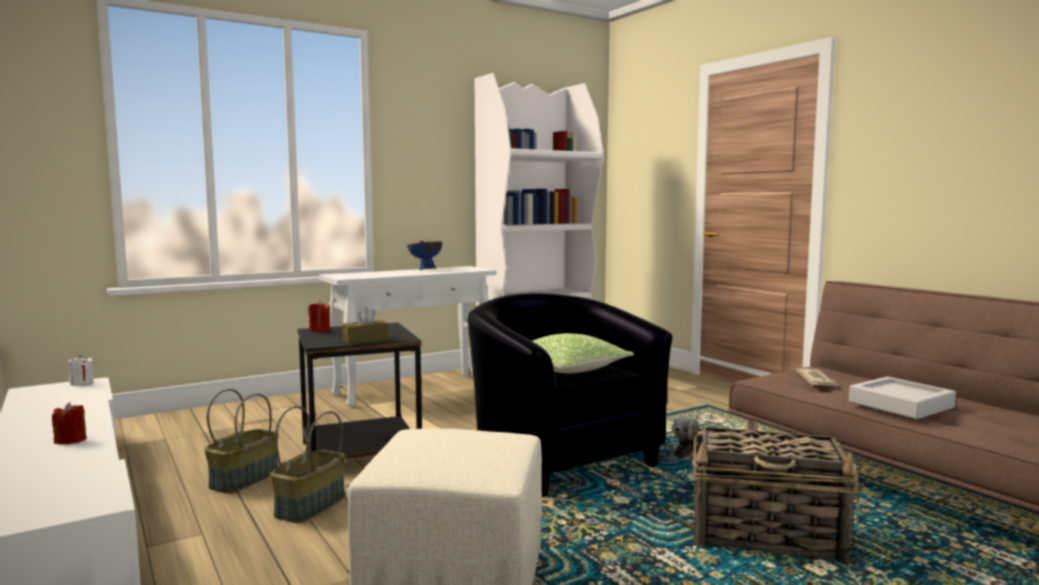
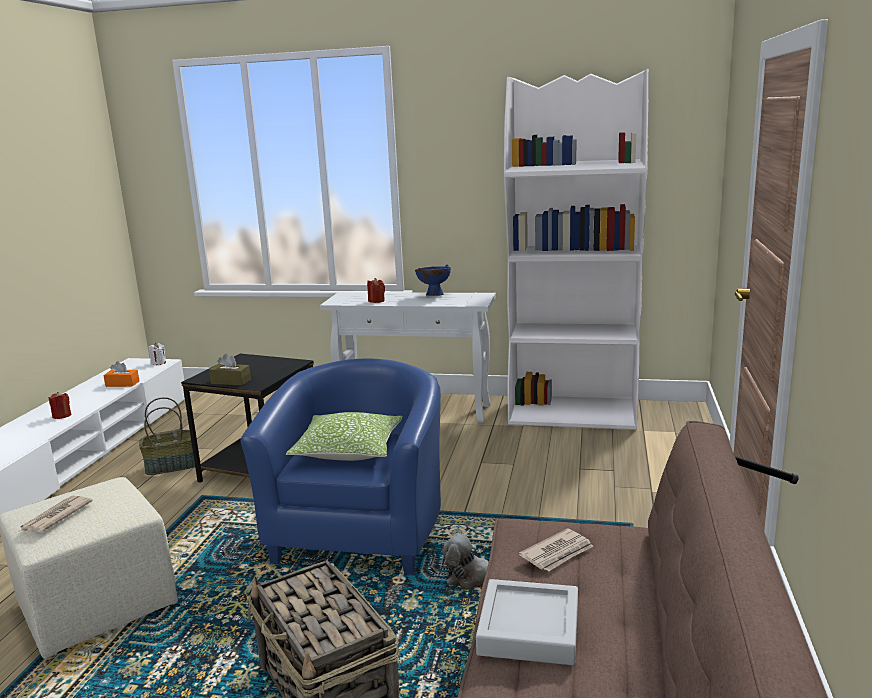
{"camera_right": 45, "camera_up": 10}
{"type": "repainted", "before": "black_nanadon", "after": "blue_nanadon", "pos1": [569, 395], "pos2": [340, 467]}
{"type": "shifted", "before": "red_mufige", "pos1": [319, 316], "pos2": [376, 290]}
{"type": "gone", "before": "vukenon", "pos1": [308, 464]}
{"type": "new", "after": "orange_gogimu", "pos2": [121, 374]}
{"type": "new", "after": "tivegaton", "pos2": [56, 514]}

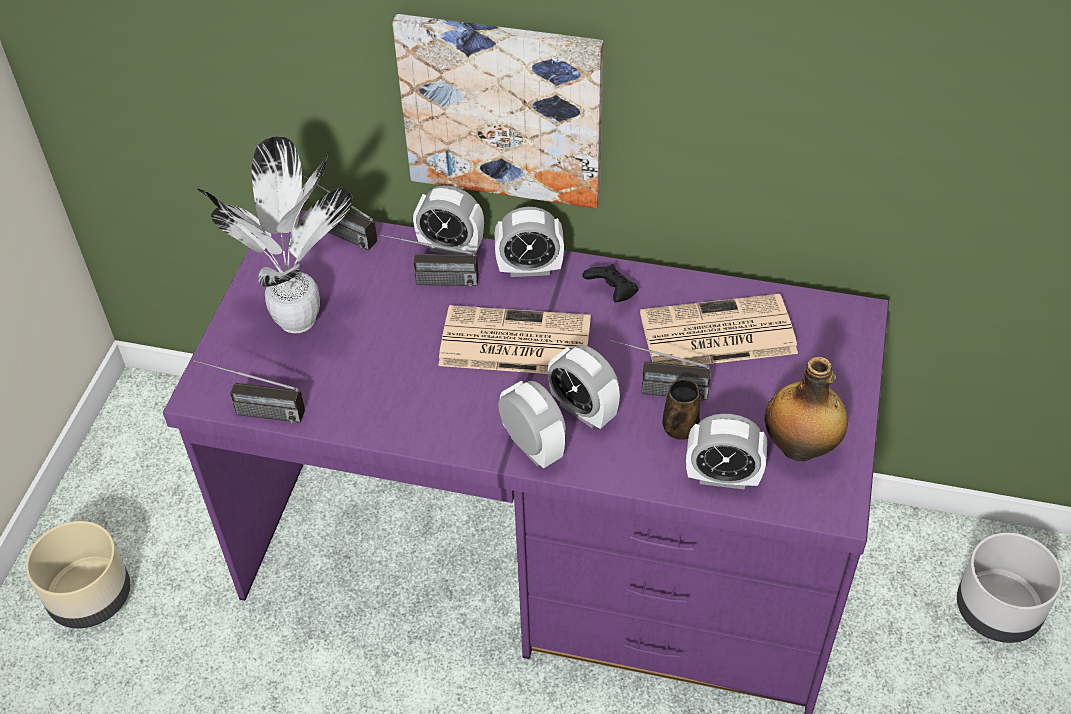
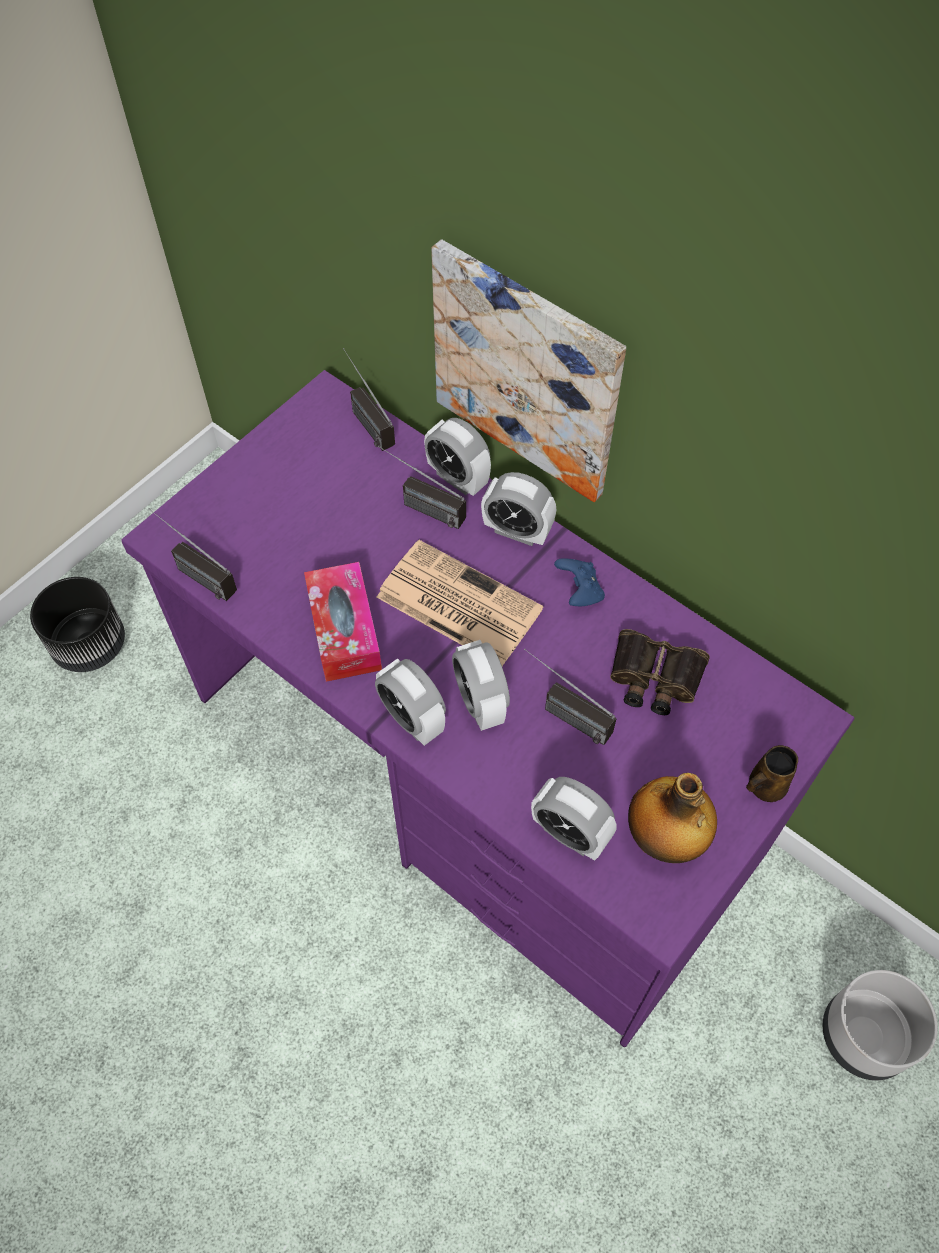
{"camera_right": 25, "camera_up": 10}
{"type": "gone", "before": "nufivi", "pos1": [275, 235]}
{"type": "repainted", "before": "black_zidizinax", "after": "blue_zidizinax", "pos1": [611, 283], "pos2": [579, 582]}
{"type": "swapped", "before": "tivegaton", "after": "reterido", "pos1": [719, 330], "pos2": [660, 672]}
{"type": "shifted", "before": "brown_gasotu", "pos1": [681, 409], "pos2": [772, 773]}
{"type": "rotated", "before": "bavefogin", "pos1": [532, 424], "pos2": [410, 702], "turn": 150}
{"type": "repainted", "before": "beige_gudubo", "after": "black_gudubo", "pos1": [78, 575], "pos2": [77, 624]}
{"type": "new", "after": "gogimu", "pos2": [343, 622]}

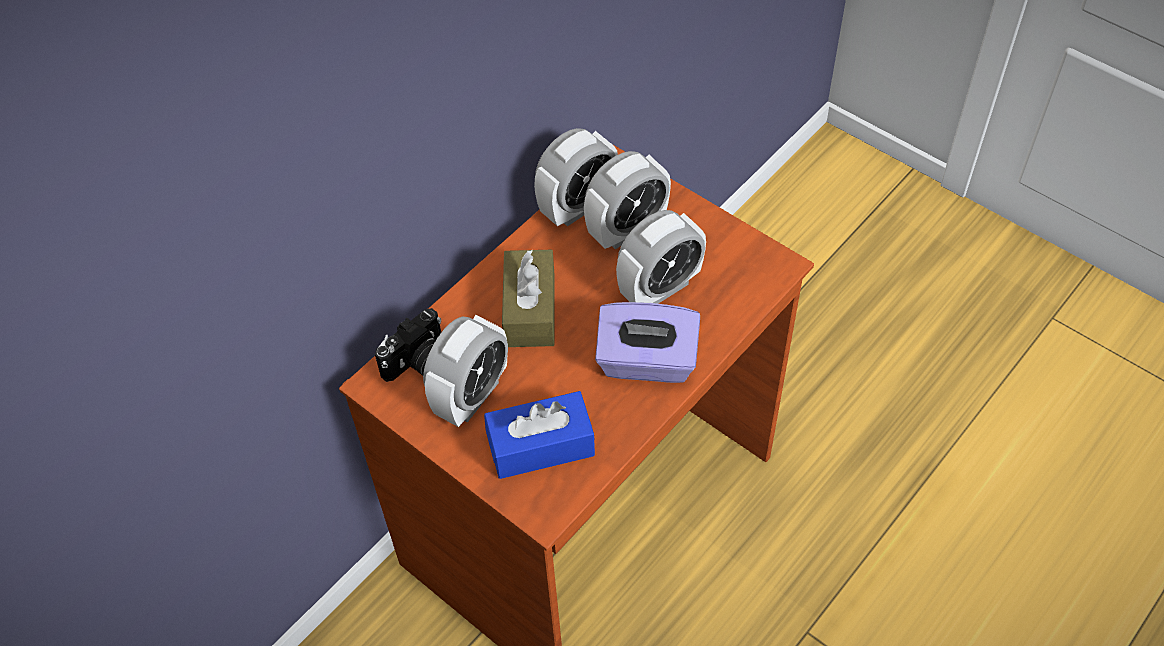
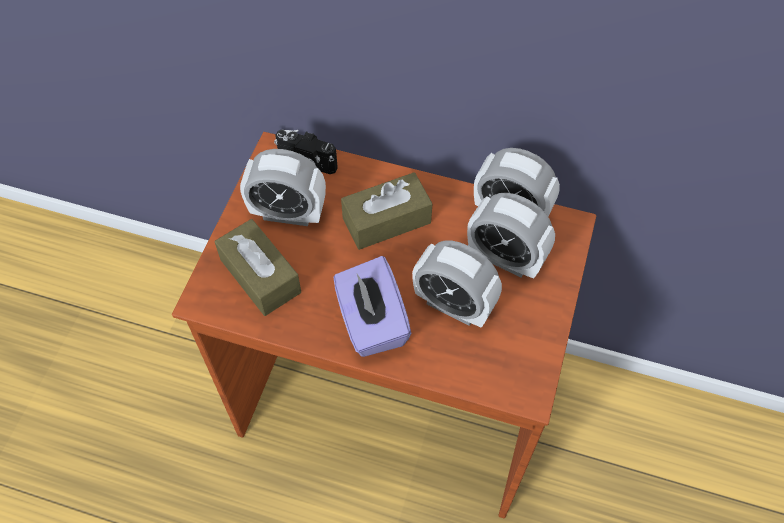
{"camera_right": 65, "camera_up": 5}
{"type": "repainted", "before": "blue_gogimu", "after": "brown_gogimu", "pos1": [539, 435], "pos2": [258, 267]}

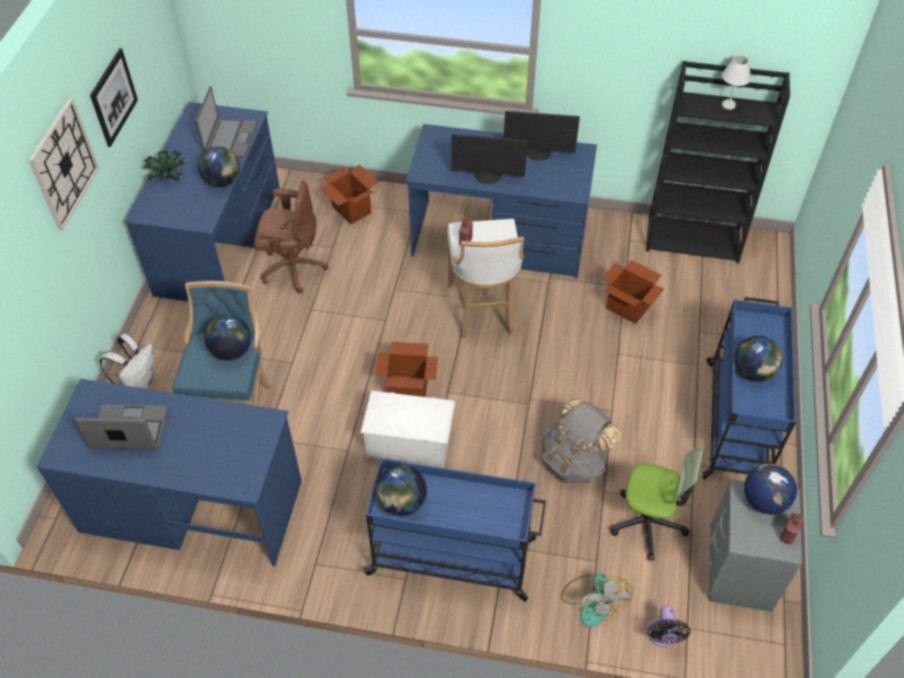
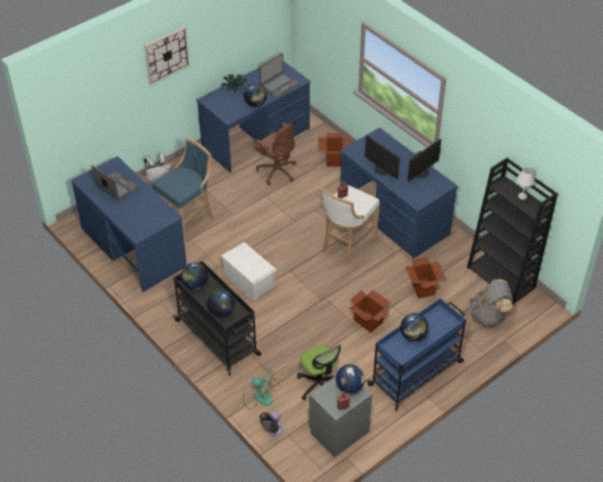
{"camera_right": 40, "camera_up": -5}
{"type": "gone", "before": "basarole", "pos1": [114, 97]}
{"type": "rotated", "before": "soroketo", "pos1": [542, 136], "pos2": [424, 160], "turn": -90}
{"type": "shifted", "before": "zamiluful", "pos1": [228, 338], "pos2": [221, 304]}
{"type": "shifted", "before": "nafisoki", "pos1": [407, 369], "pos2": [369, 311]}
{"type": "shifted", "before": "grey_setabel", "pos1": [581, 441], "pos2": [491, 303]}
{"type": "repainted", "before": "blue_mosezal", "after": "black_mosezal", "pos1": [454, 529], "pos2": [217, 318]}
{"type": "rotated", "before": "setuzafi", "pos1": [597, 600], "pos2": [258, 388], "turn": -105}

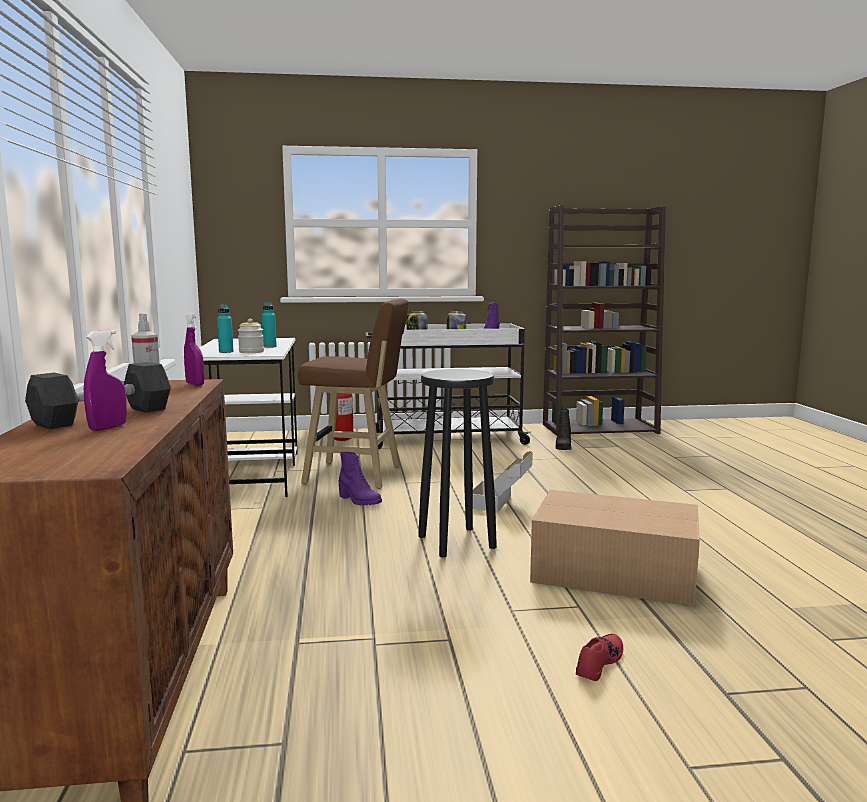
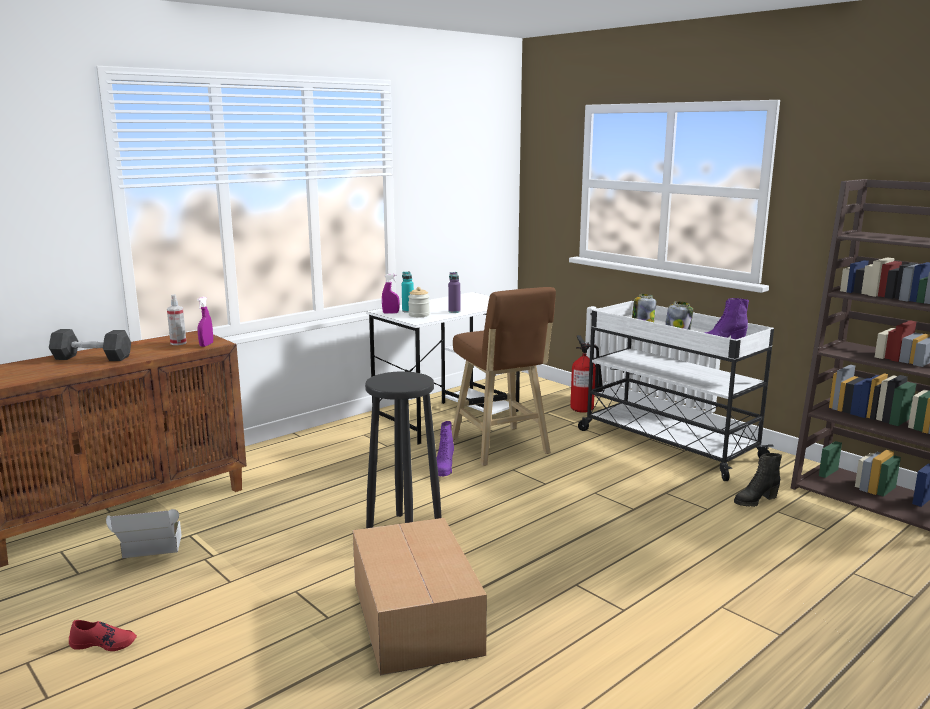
{"camera_right": 55, "camera_up": 5}
{"type": "repainted", "before": "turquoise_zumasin", "after": "purple_zumasin", "pos1": [269, 325], "pos2": [454, 292]}
{"type": "shifted", "before": "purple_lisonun", "pos1": [105, 380], "pos2": [390, 294]}
{"type": "shifted", "before": "nafisoki", "pos1": [503, 481], "pos2": [144, 533]}
{"type": "shifted", "before": "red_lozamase", "pos1": [599, 657], "pos2": [103, 635]}

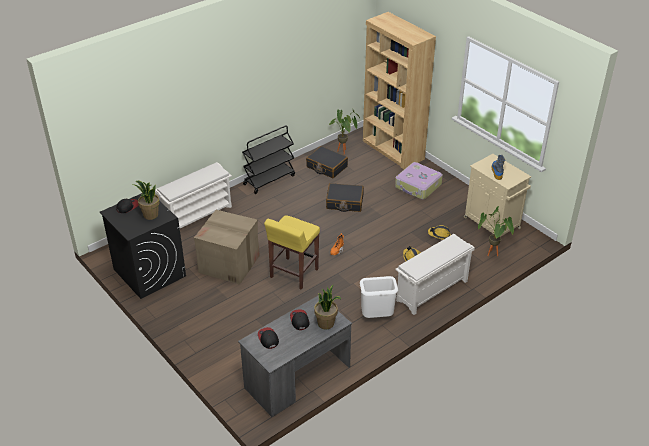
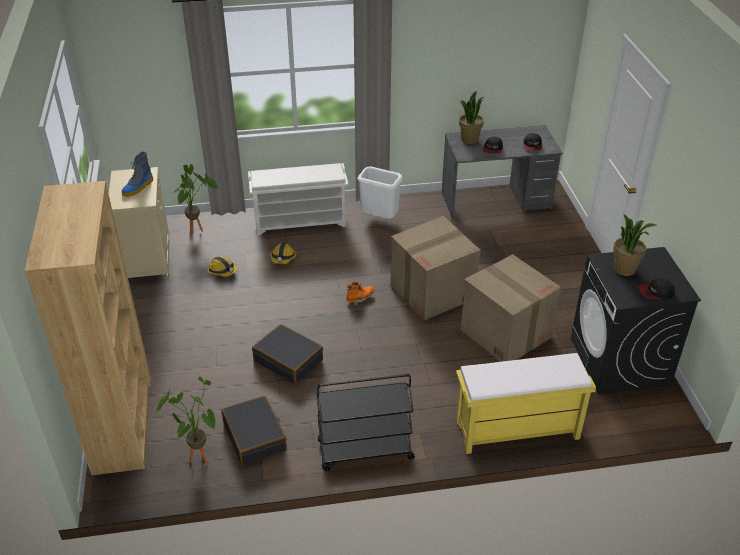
{"camera_right": -150, "camera_up": 0}
{"type": "swapped", "before": "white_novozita", "after": "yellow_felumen", "pos1": [193, 195], "pos2": [526, 403]}
{"type": "gone", "before": "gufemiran", "pos1": [419, 181]}
{"type": "swapped", "before": "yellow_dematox", "after": "nafisoki", "pos1": [292, 252], "pos2": [435, 268]}

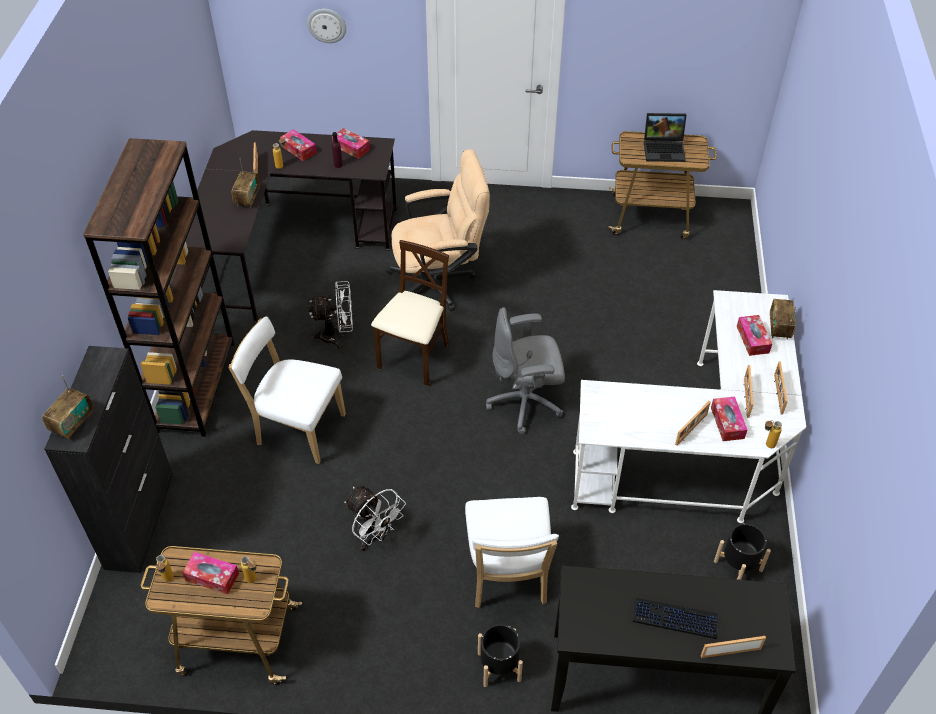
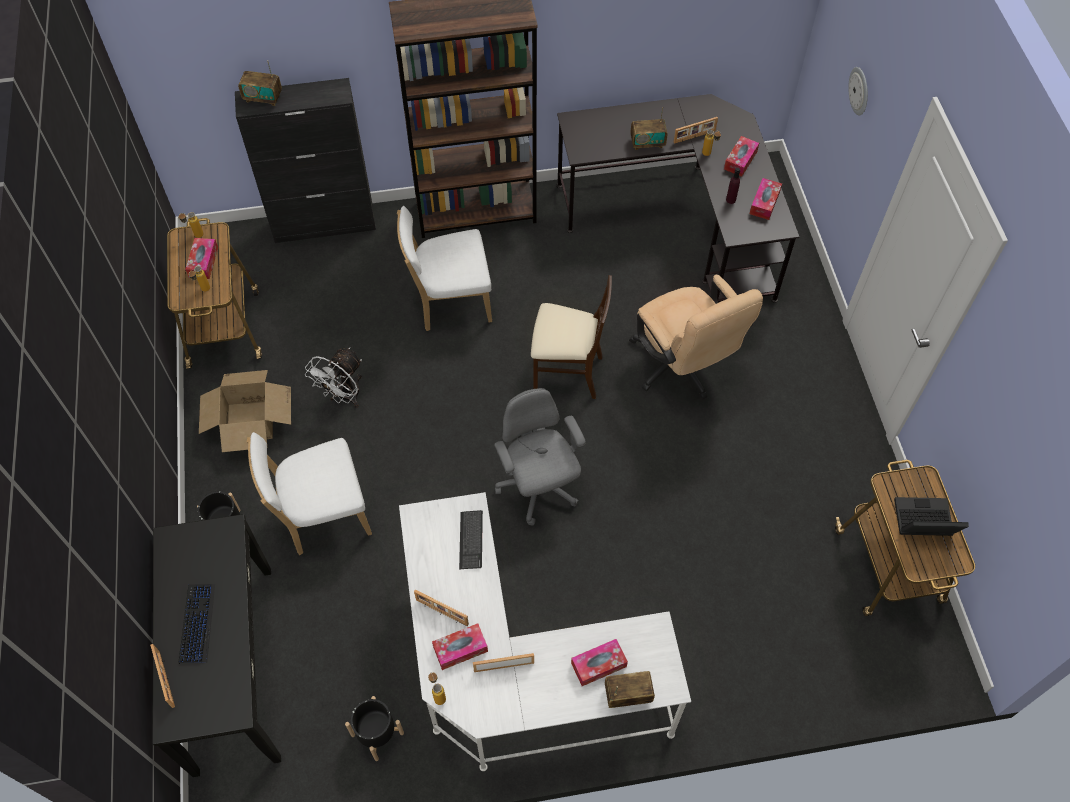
{"camera_right": 75, "camera_up": 10}
{"type": "rotated", "before": "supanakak", "pos1": [665, 137], "pos2": [931, 516], "turn": 105}
{"type": "gone", "before": "white_setuzafi", "pos1": [330, 315]}
{"type": "rotated", "before": "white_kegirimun", "pos1": [287, 390], "pos2": [444, 268], "turn": -105}
{"type": "gone", "before": "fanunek", "pos1": [781, 388]}
{"type": "new", "after": "nafisoki", "pos2": [245, 411]}
{"type": "new", "after": "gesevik", "pos2": [471, 540]}

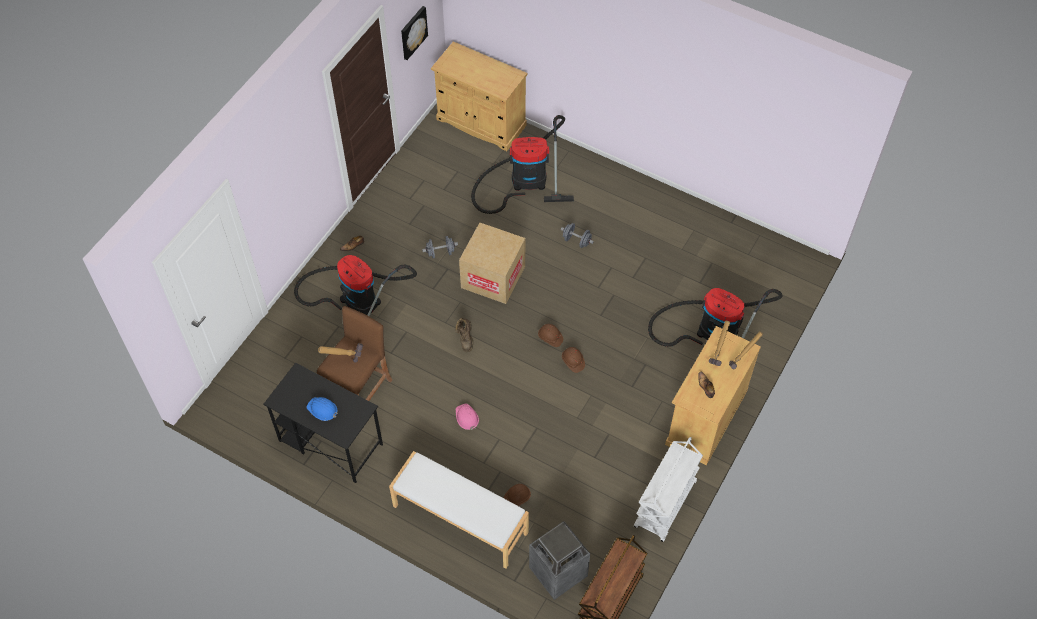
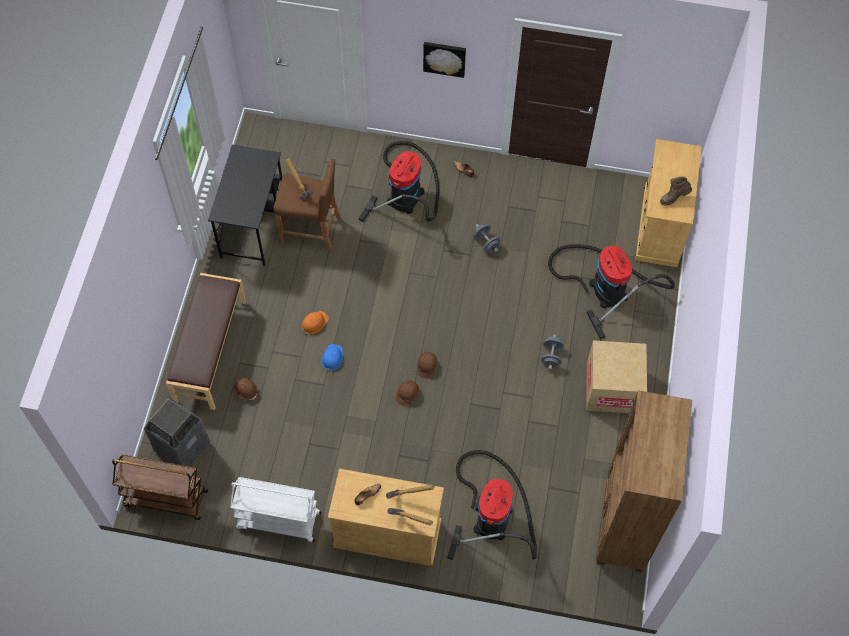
{"camera_right": 70, "camera_up": 5}
{"type": "shifted", "before": "basarole", "pos1": [414, 33], "pos2": [444, 60]}
{"type": "shifted", "before": "nafisoki", "pos1": [492, 263], "pos2": [616, 376]}
{"type": "shifted", "before": "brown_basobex", "pos1": [464, 335], "pos2": [676, 191]}
{"type": "shifted", "before": "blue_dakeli", "pos1": [322, 409], "pos2": [332, 357]}
{"type": "repainted", "before": "pink_dakeli", "after": "orange_dakeli", "pos1": [467, 416], "pos2": [315, 322]}
{"type": "repainted", "before": "white_felumen", "after": "brown_felumen", "pos1": [459, 510], "pos2": [206, 341]}
{"type": "new", "after": "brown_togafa", "pos2": [644, 481]}

